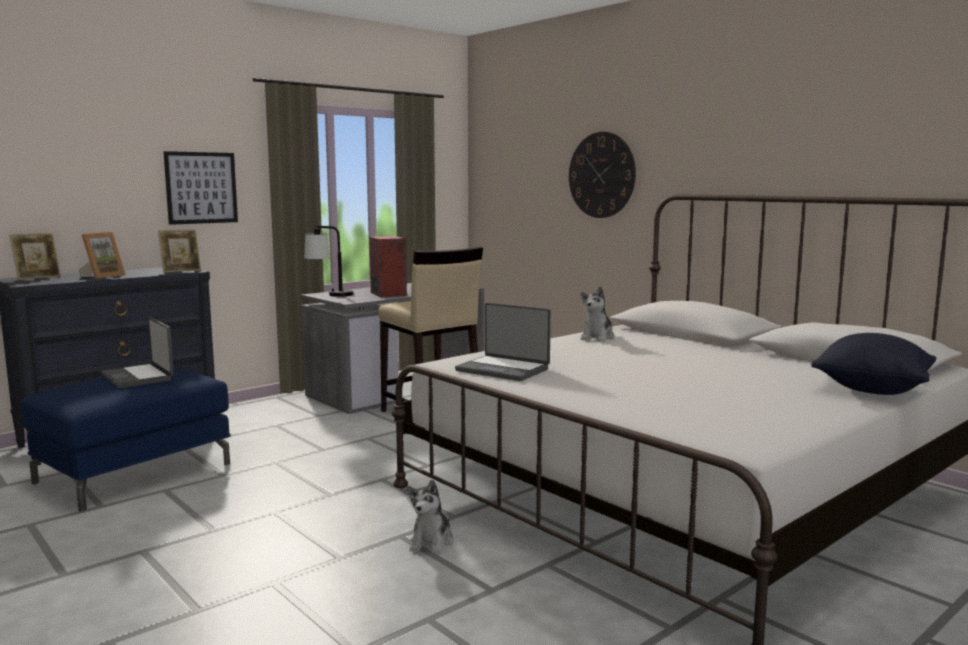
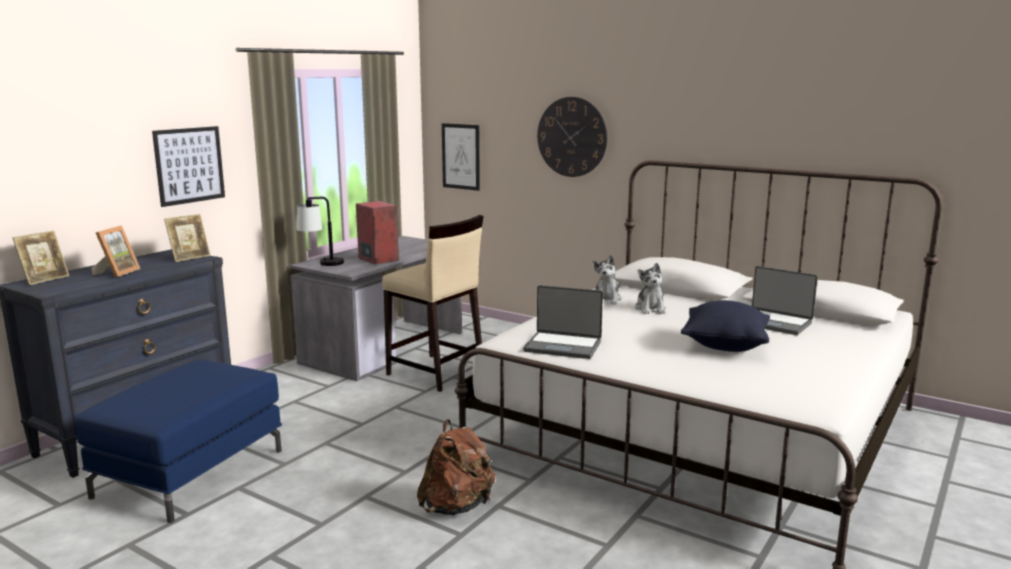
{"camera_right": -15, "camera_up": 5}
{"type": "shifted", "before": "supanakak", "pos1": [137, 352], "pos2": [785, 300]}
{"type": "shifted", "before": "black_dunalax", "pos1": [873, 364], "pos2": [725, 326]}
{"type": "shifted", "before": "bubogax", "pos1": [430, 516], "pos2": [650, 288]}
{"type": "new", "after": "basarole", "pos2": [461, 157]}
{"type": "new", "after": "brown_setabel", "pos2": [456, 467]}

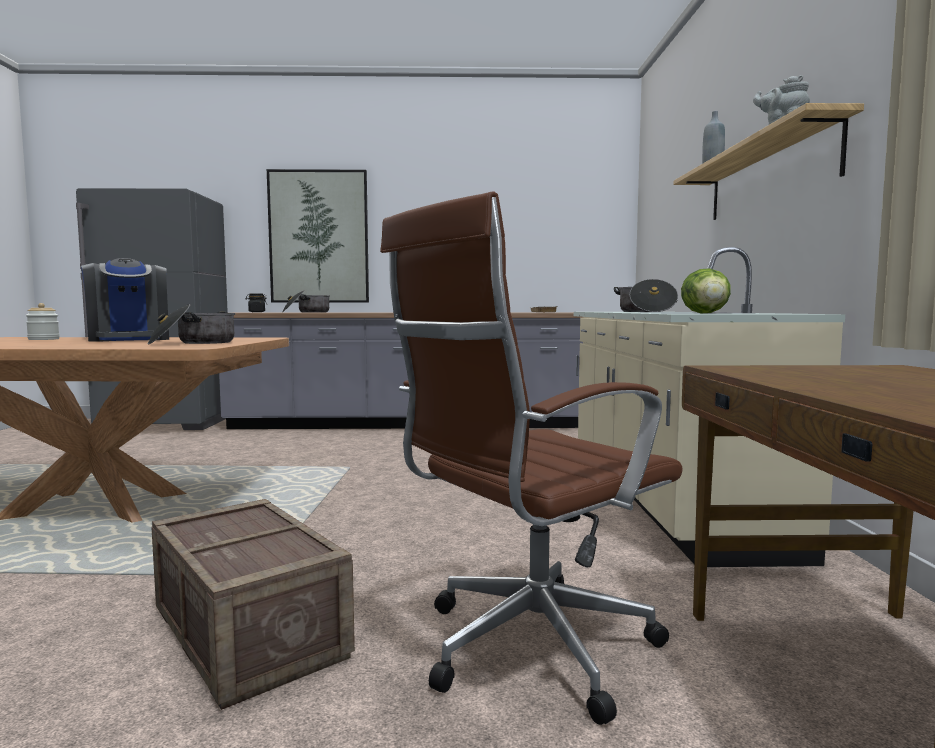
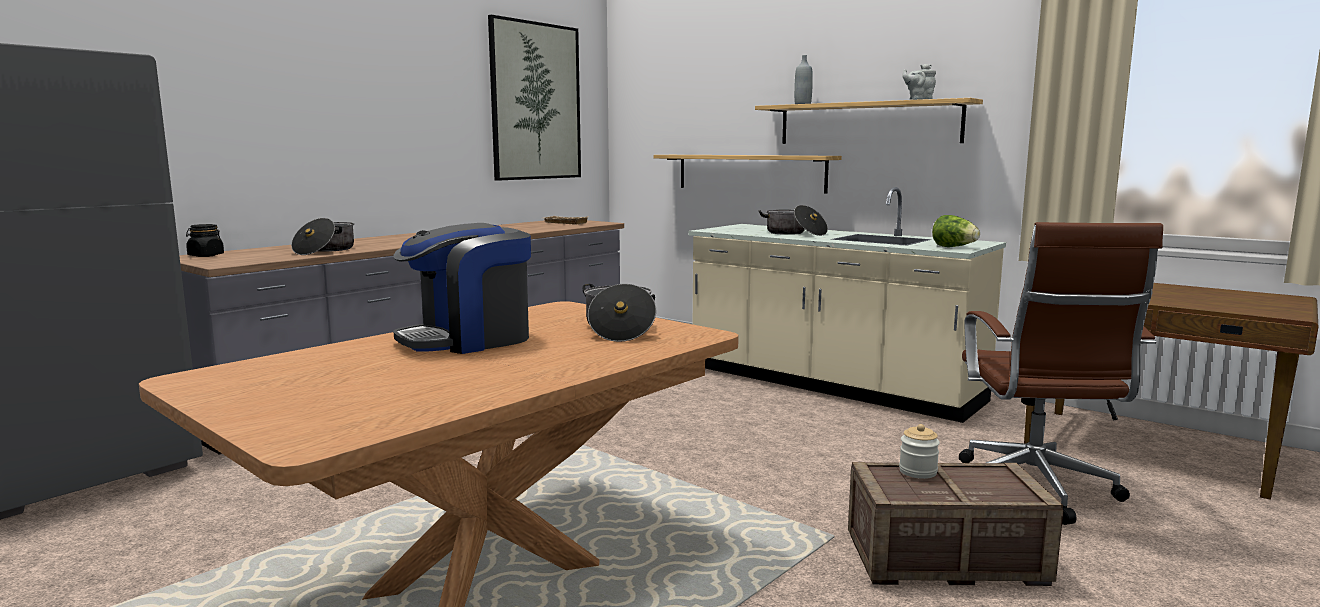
{"camera_right": -50, "camera_up": 5}
{"type": "shifted", "before": "basarole", "pos1": [318, 236], "pos2": [534, 98]}
{"type": "rotated", "before": "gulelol", "pos1": [125, 300], "pos2": [462, 288], "turn": 135}
{"type": "shifted", "before": "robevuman", "pos1": [43, 321], "pos2": [919, 451]}
{"type": "new", "after": "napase", "pos2": [748, 174]}

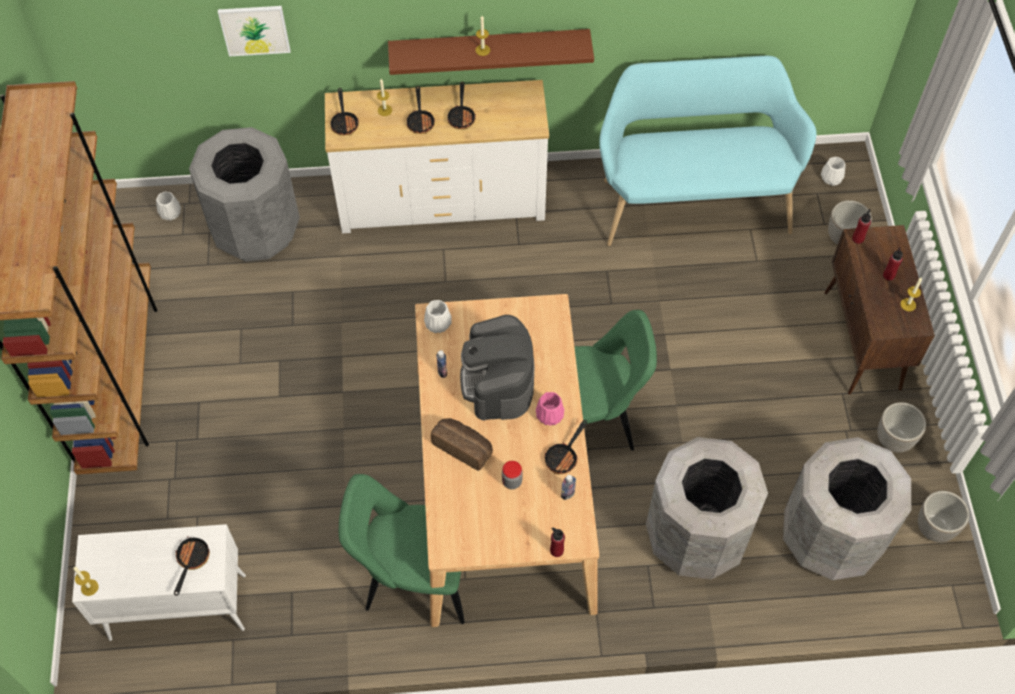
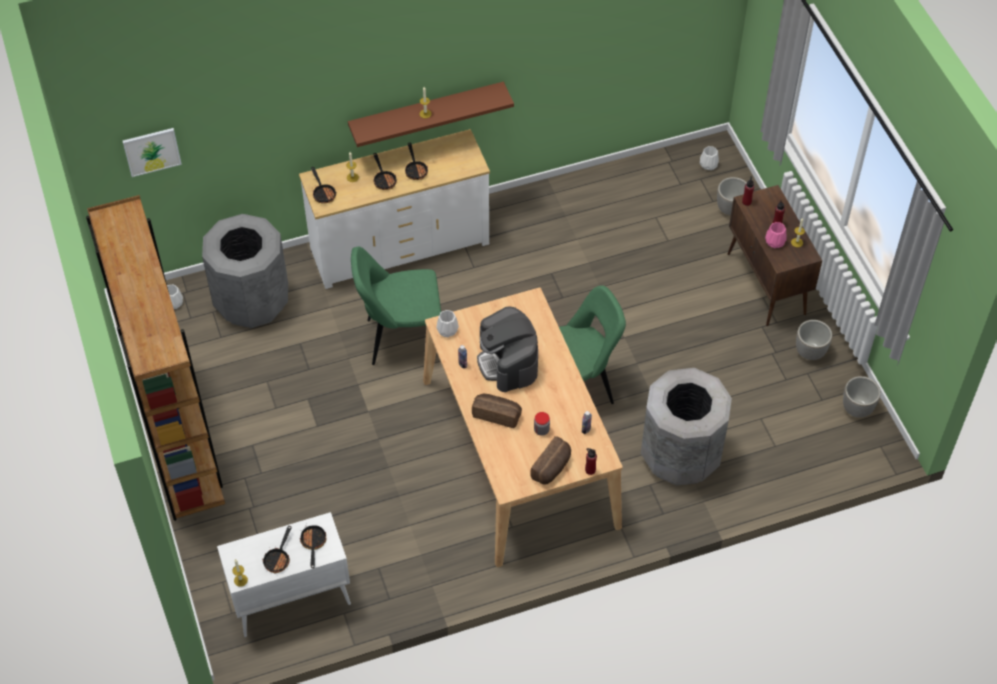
{"camera_right": -15, "camera_up": -5}
{"type": "shifted", "before": "basarole", "pos1": [254, 31], "pos2": [152, 152]}
{"type": "gone", "before": "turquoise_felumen", "pos1": [708, 151]}
{"type": "shifted", "before": "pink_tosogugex", "pos1": [550, 409], "pos2": [775, 235]}
{"type": "shifted", "before": "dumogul", "pos1": [566, 447], "pos2": [277, 549]}
{"type": "gone", "before": "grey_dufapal", "pos1": [847, 508]}
{"type": "shifted", "before": "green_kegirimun", "pos1": [402, 549], "pos2": [396, 306]}
{"type": "new", "after": "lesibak", "pos2": [550, 460]}

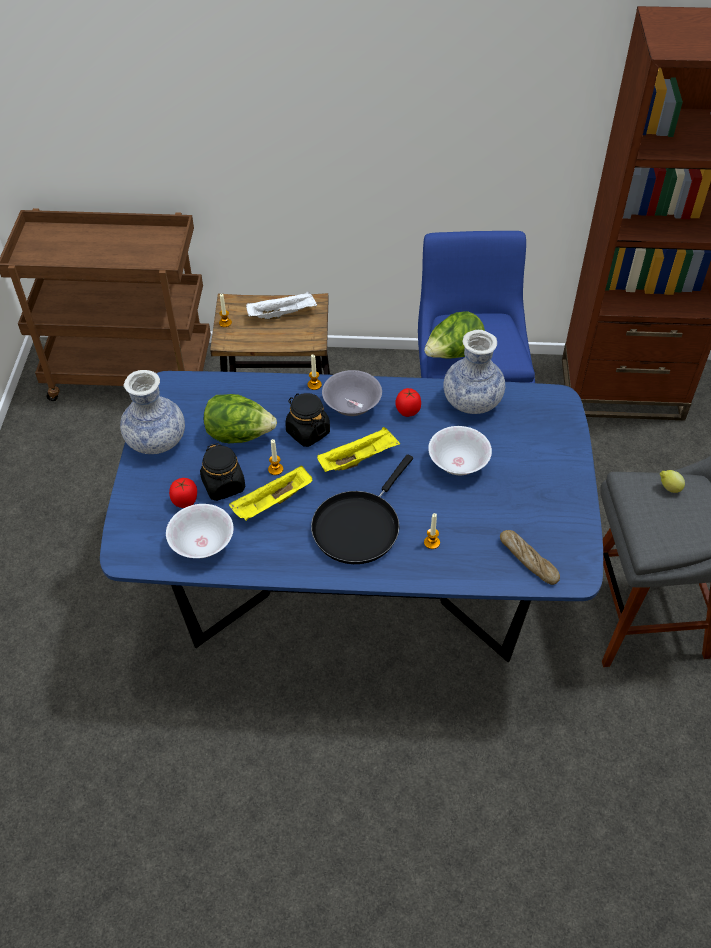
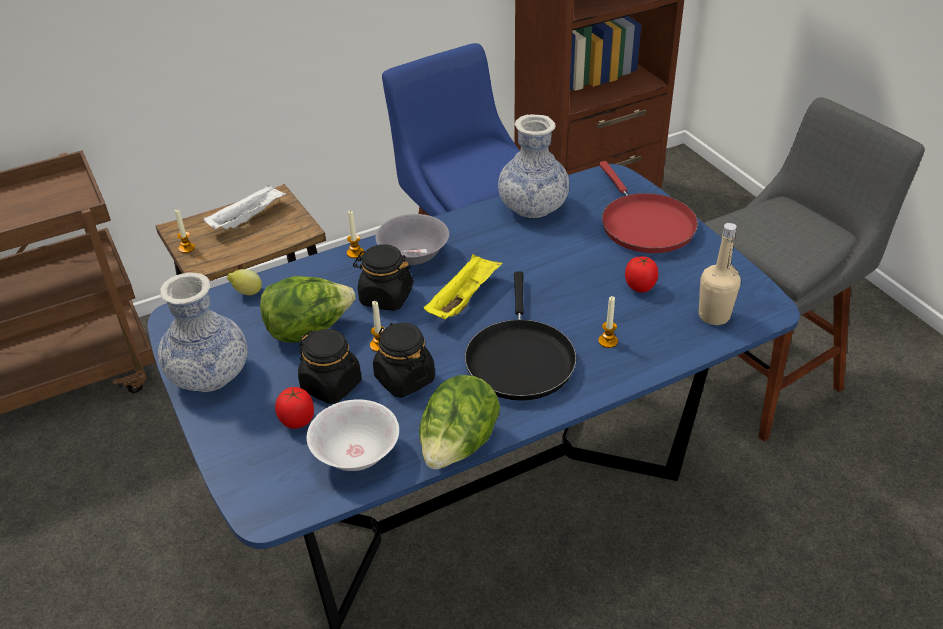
{"camera_right": -30, "camera_up": -10}
{"type": "shifted", "before": "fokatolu", "pos1": [454, 335], "pos2": [459, 422]}
{"type": "shifted", "before": "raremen", "pos1": [408, 402], "pos2": [641, 275]}
{"type": "gone", "before": "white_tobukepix", "pos1": [460, 450]}
{"type": "swapped", "before": "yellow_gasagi", "after": "black_robevuman", "pos1": [270, 493], "pos2": [404, 360]}
{"type": "shifted", "before": "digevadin", "pos1": [672, 481], "pos2": [244, 282]}
{"type": "swapped", "before": "lesibak", "after": "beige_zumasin", "pos1": [530, 557], "pos2": [720, 274]}
{"type": "new", "after": "red_dumogul", "pos2": [648, 207]}

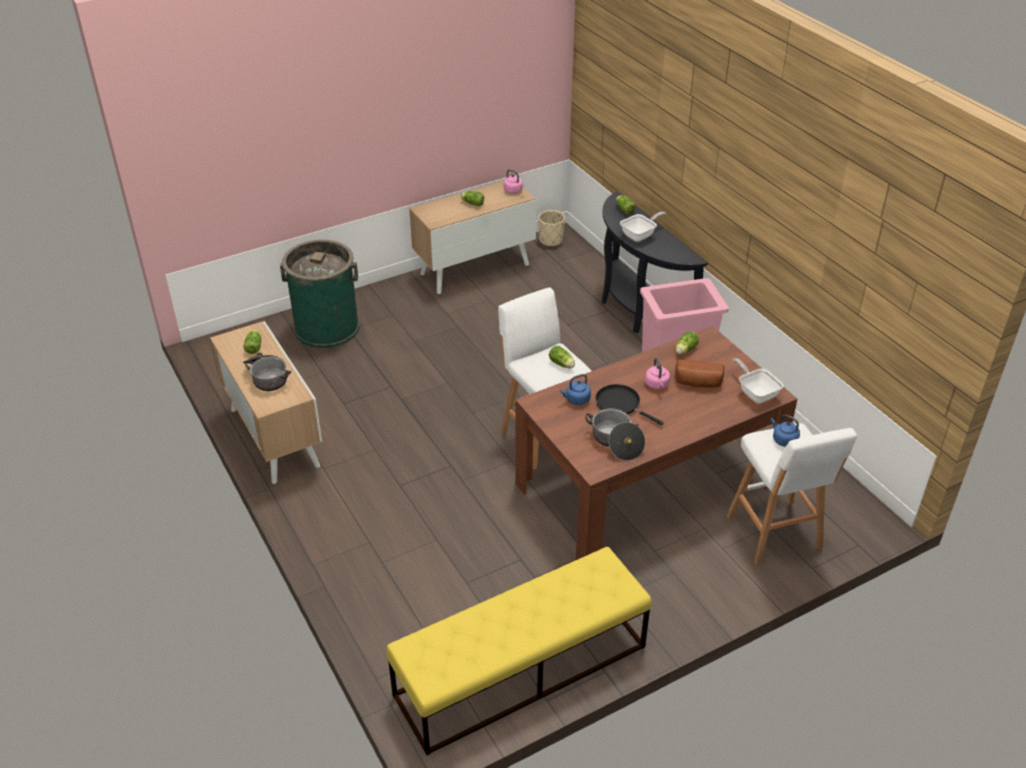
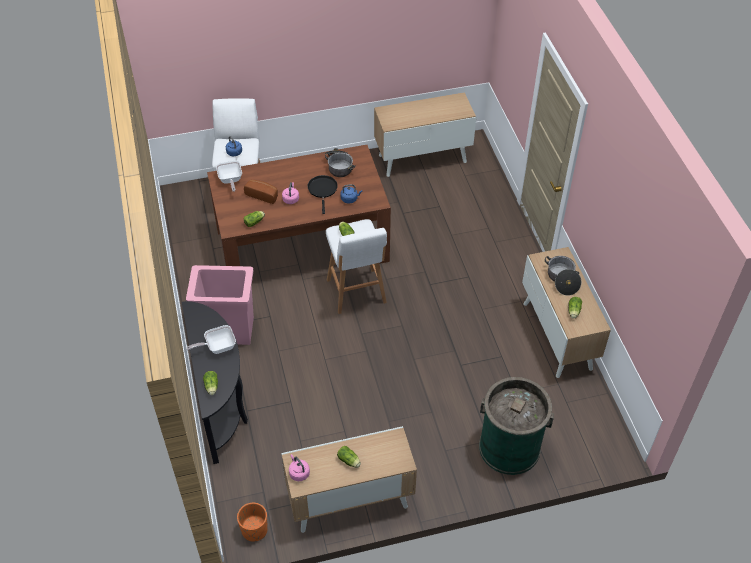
{"camera_right": -165, "camera_up": 10}
{"type": "repainted", "before": "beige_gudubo", "after": "orange_gudubo", "pos1": [551, 228], "pos2": [252, 522]}
{"type": "rotated", "before": "black_dumogul", "pos1": [630, 405], "pos2": [322, 194], "turn": -150}
{"type": "swapped", "before": "yellow_felumen", "after": "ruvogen", "pos1": [519, 651], "pos2": [425, 134]}

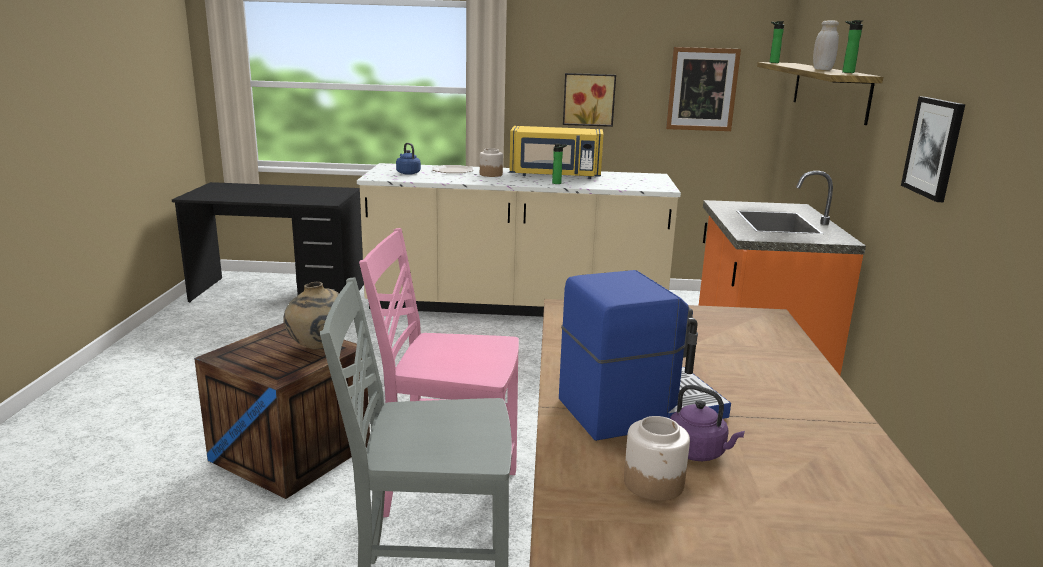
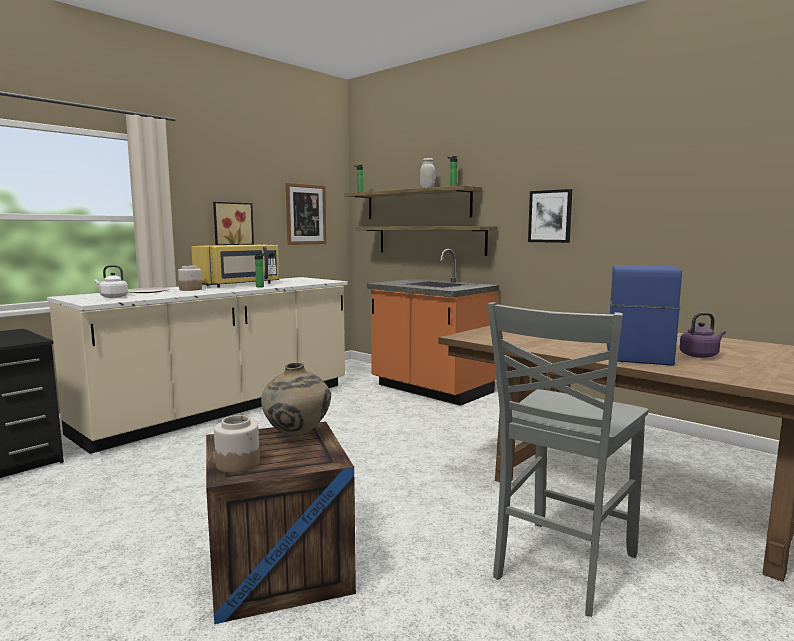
{"camera_right": -50, "camera_up": -10}
{"type": "repainted", "before": "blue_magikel", "after": "white_magikel", "pos1": [408, 159], "pos2": [111, 281]}
{"type": "gone", "before": "pink_kegirimun", "pos1": [439, 372]}
{"type": "shifted", "before": "robevuman", "pos1": [657, 458], "pos2": [237, 444]}
{"type": "new", "after": "napase", "pos2": [426, 241]}

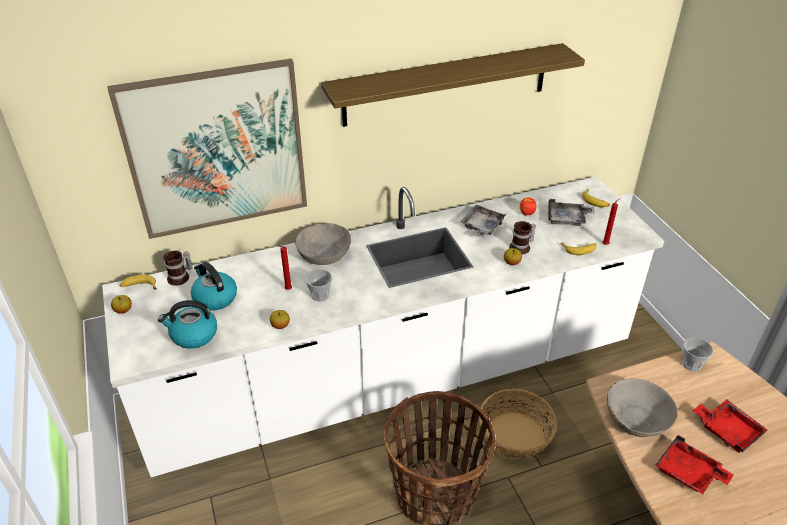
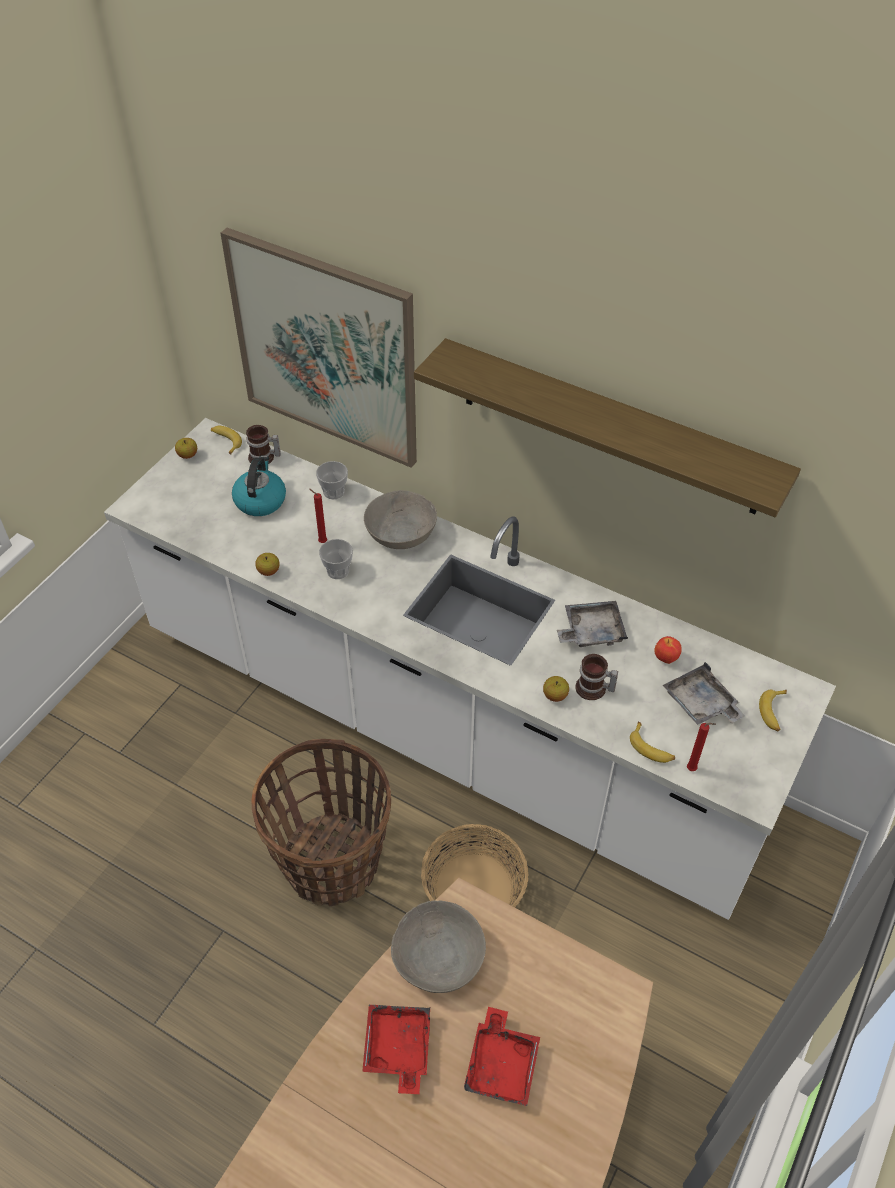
{"camera_right": 50, "camera_up": 10}
{"type": "gone", "before": "magikel", "pos1": [187, 324]}
{"type": "shifted", "before": "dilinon", "pos1": [697, 354], "pos2": [332, 480]}

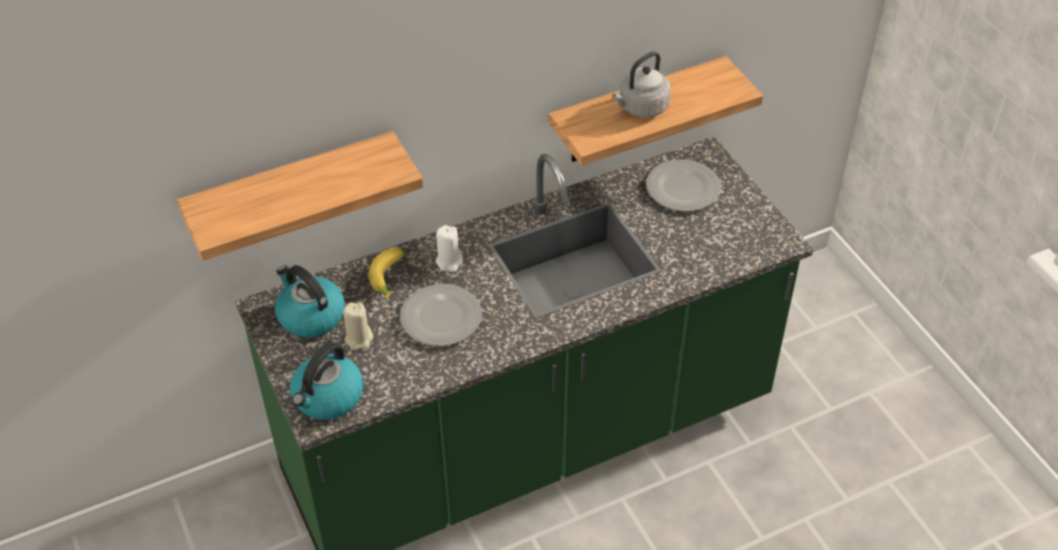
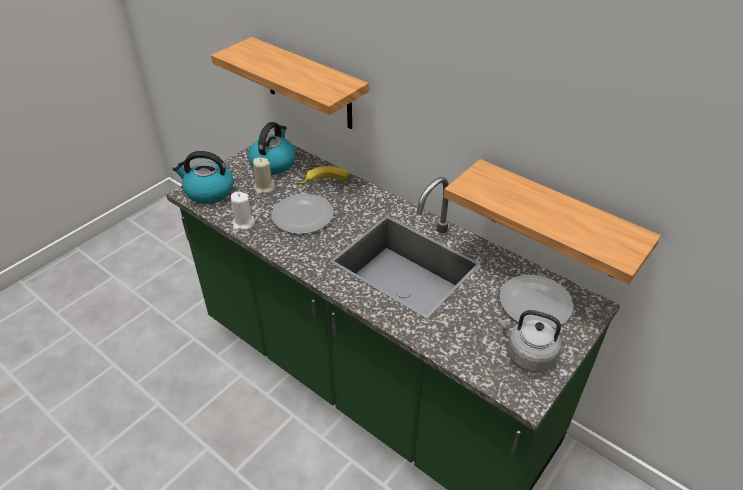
{"camera_right": 65, "camera_up": -5}
{"type": "shifted", "before": "grey_magikel", "pos1": [641, 84], "pos2": [529, 341]}
{"type": "shifted", "before": "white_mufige", "pos1": [449, 248], "pos2": [243, 211]}

